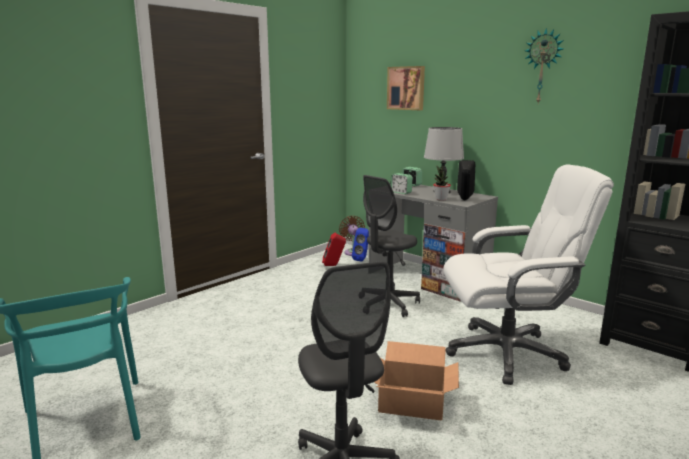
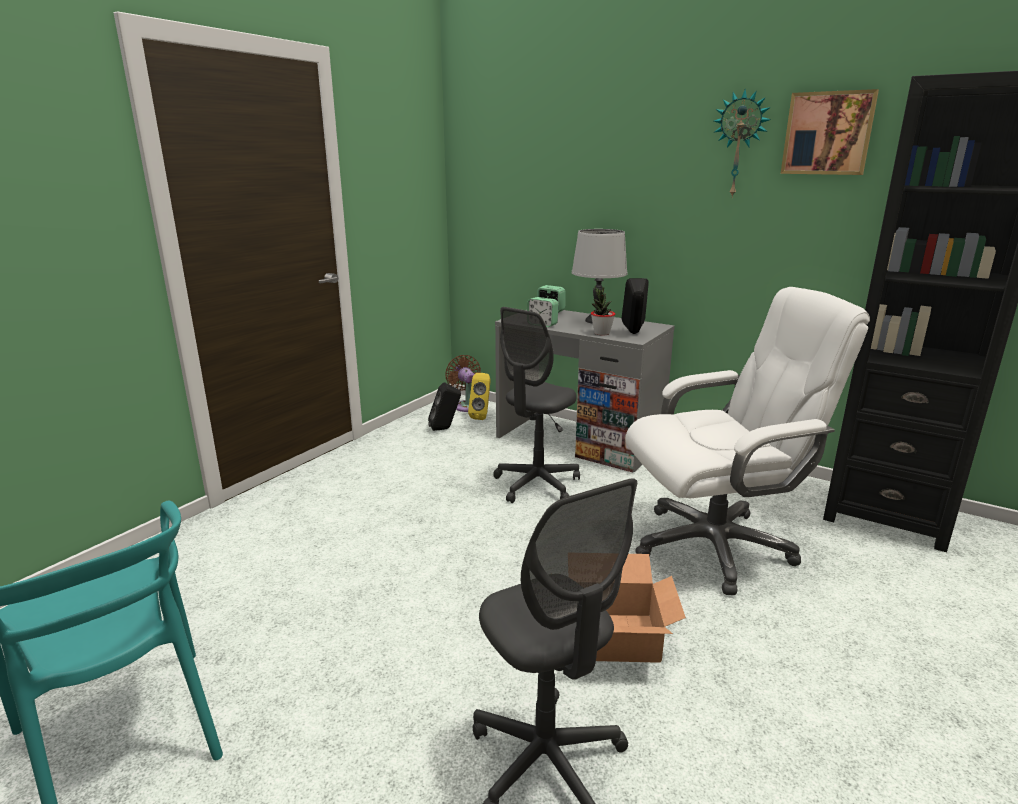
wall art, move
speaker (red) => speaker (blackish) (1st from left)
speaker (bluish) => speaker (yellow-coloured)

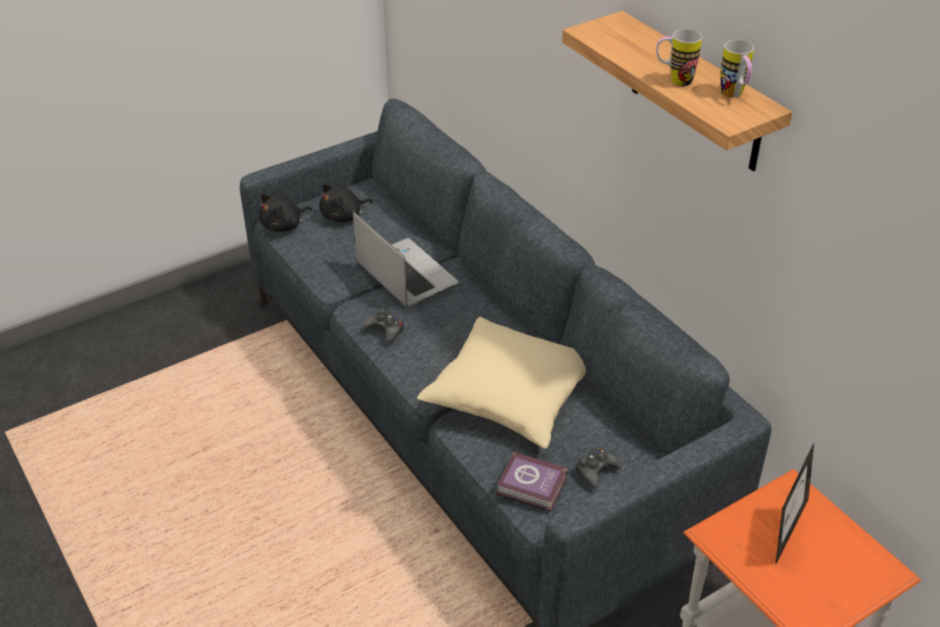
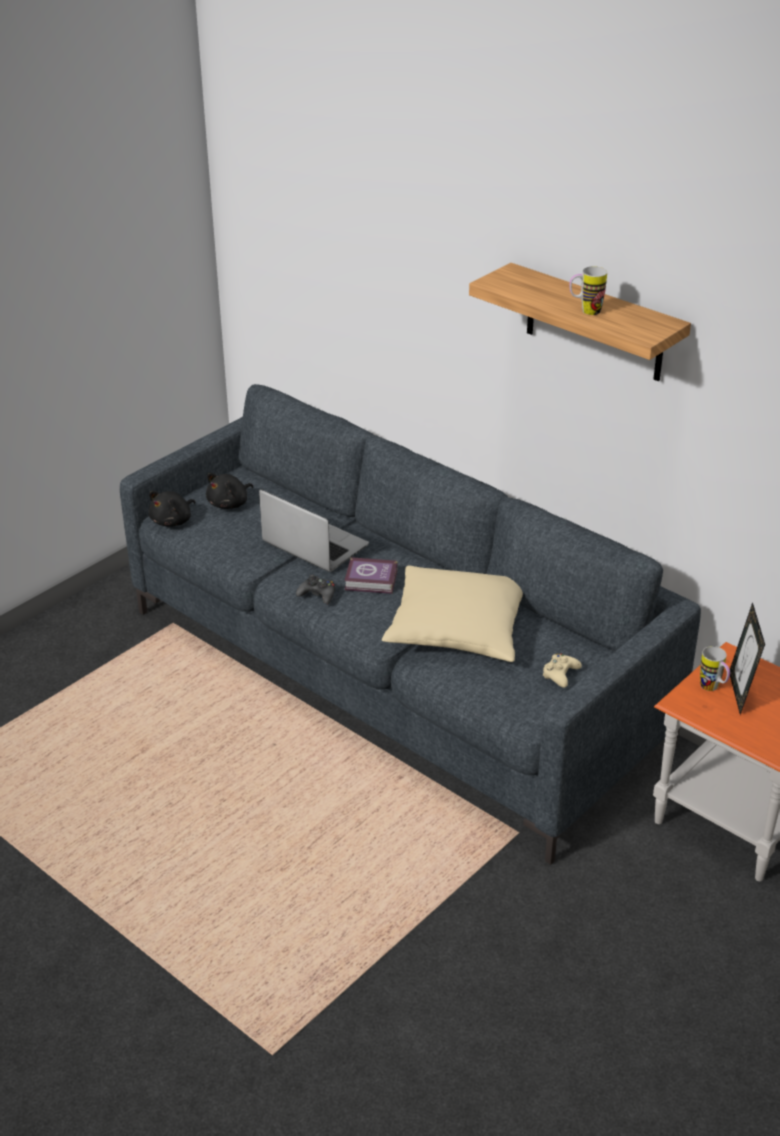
book, move
coffee mug (2nd from left), move
gamepad (blackish) (2nd from left) => gamepad (sand-coloured)

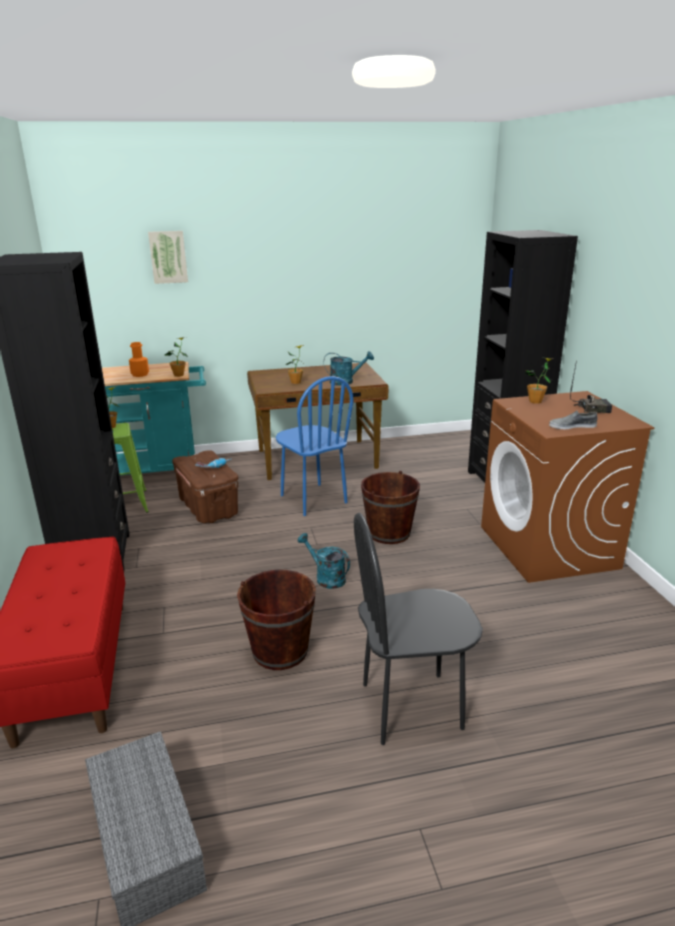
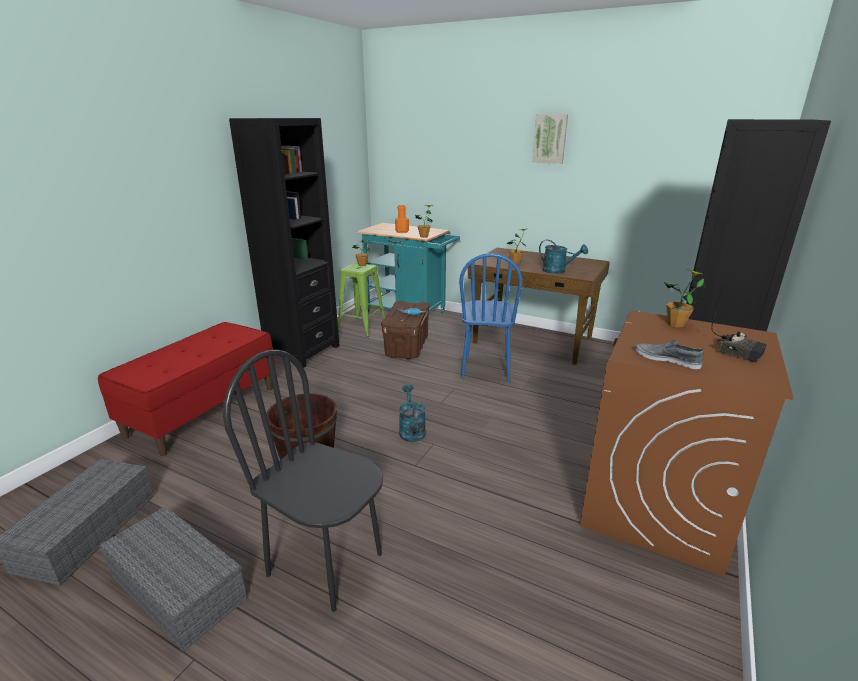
pail (brownish) (2nd from left) => nothing
nothing => storage container (greyish) (2nd from left)
wall art, move

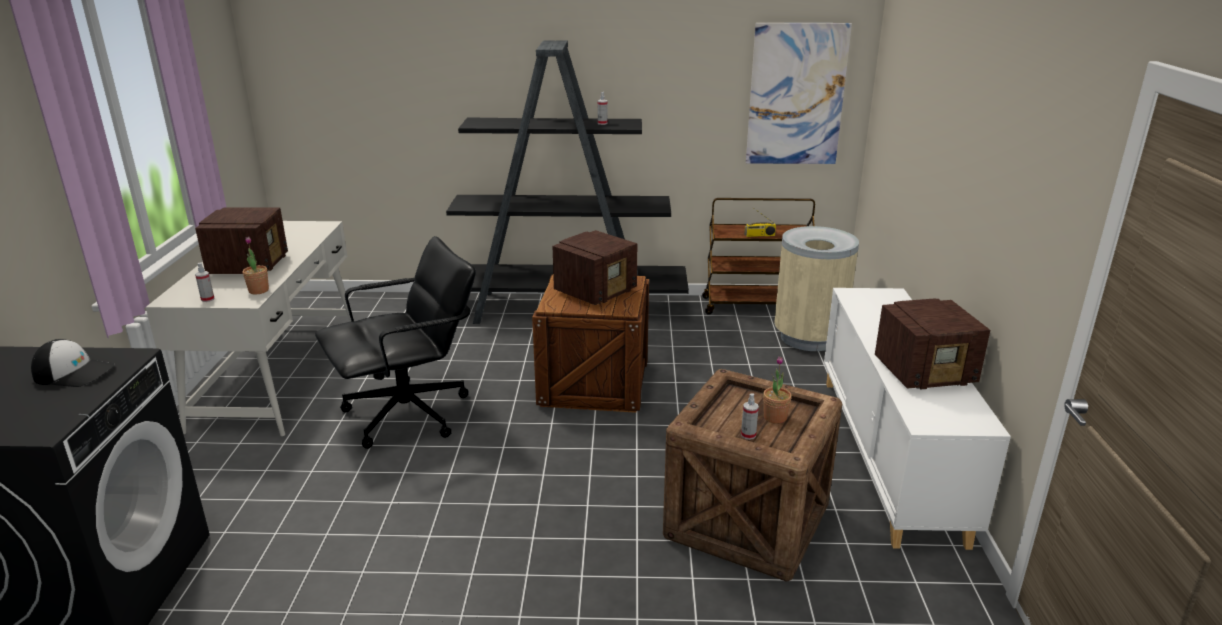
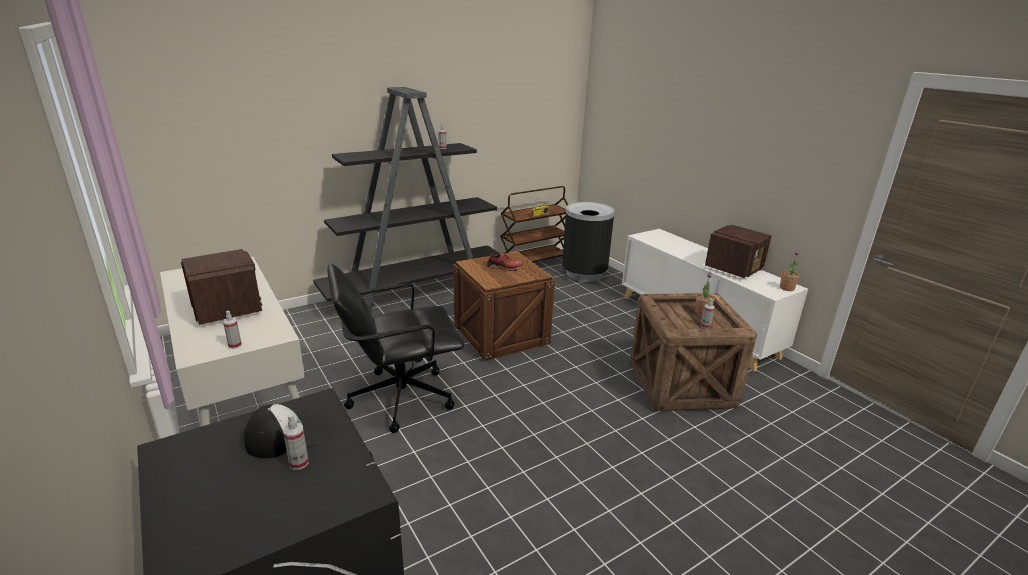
wall art => nothing
nothing => sprayer (2nd from left)
houseplant (1st from left in the first image) => houseplant (2nd from left), move
radio (2nd from left) => item of footwear (red)
waste bin (sand-coloured) => waste bin (blackish)
office chair (blackish), 135 degrees counterclockwise

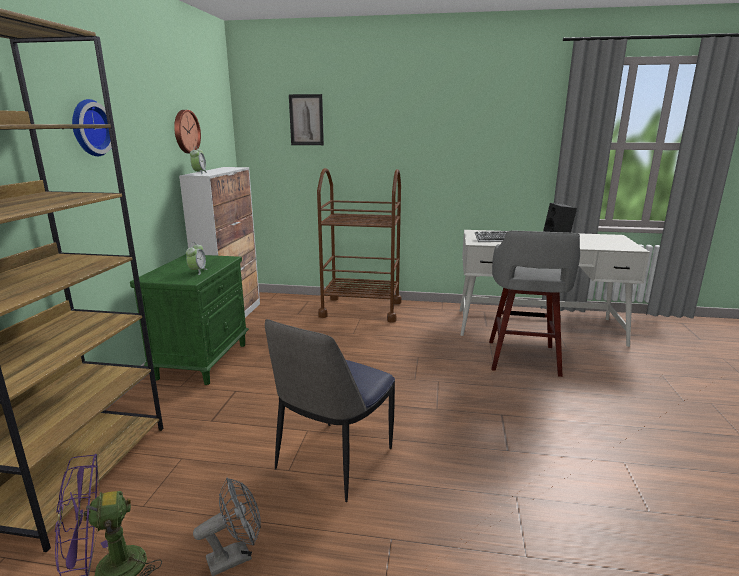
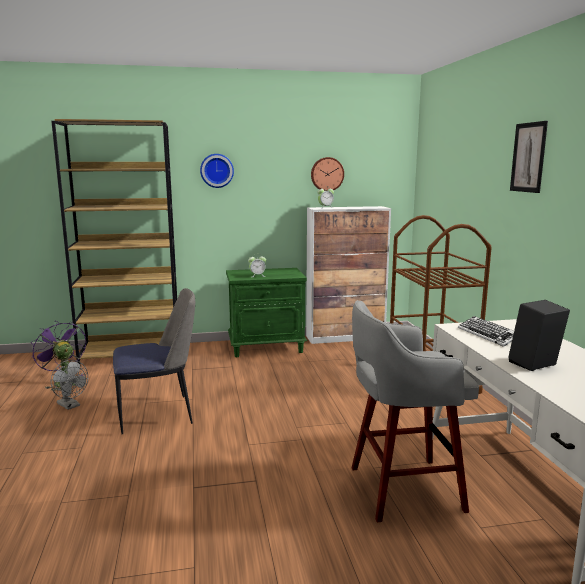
wall art, move
upright chair, 150 degrees clockwise

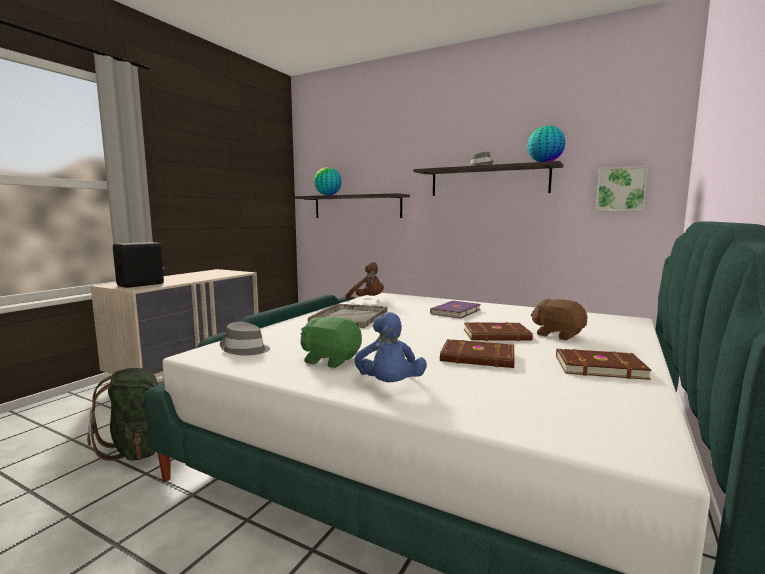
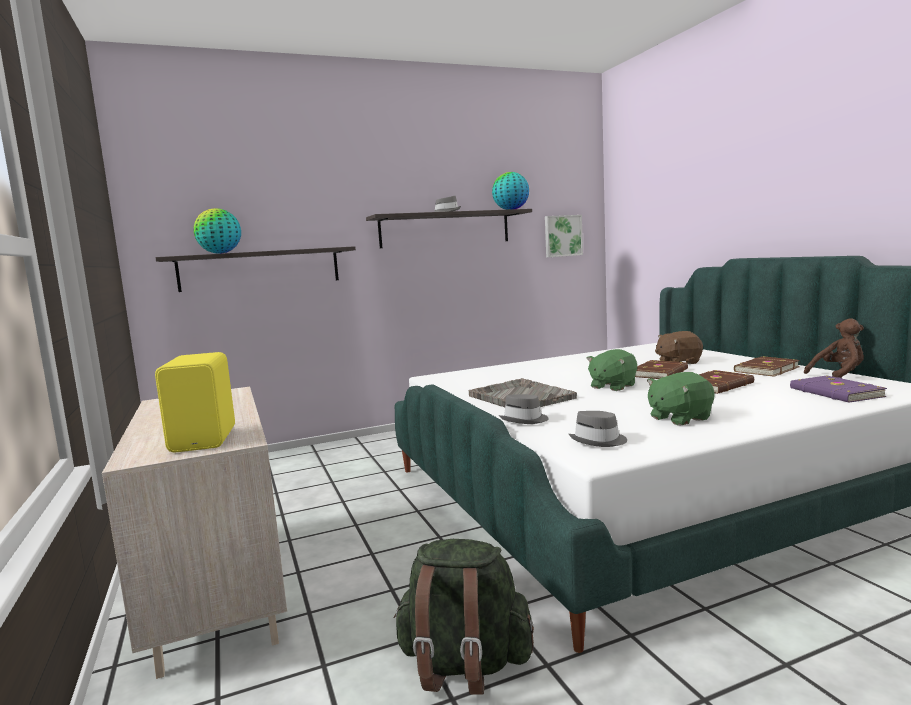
cuddly toy (bluish) => nothing
nothing => wearable hat (greyish) (2nd from left)
nothing => cuddly toy (green) (1st from left)
cuddly toy (brownish) (1st from left in the first image) => cuddly toy (brownish) (2nd from left), move
book (purplish), move
speaker (blackish) => speaker (yellow-coloured)

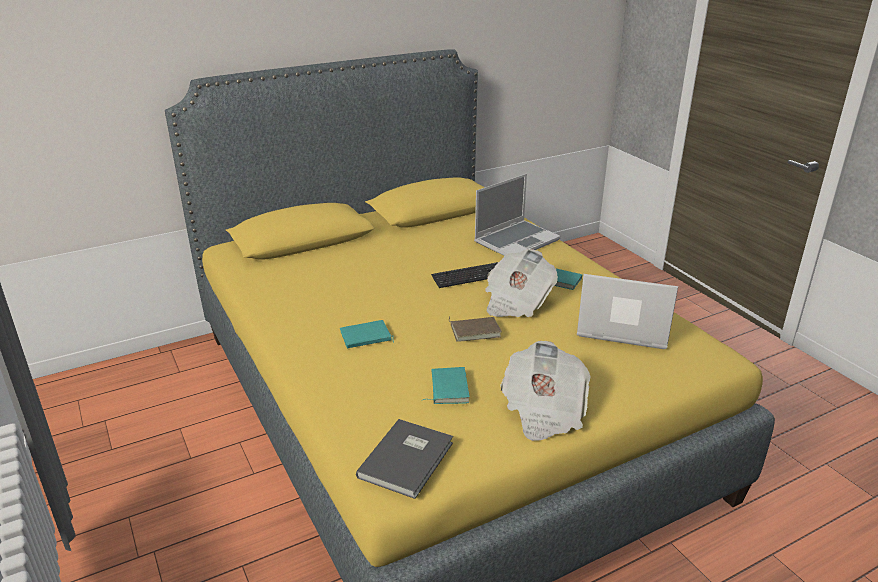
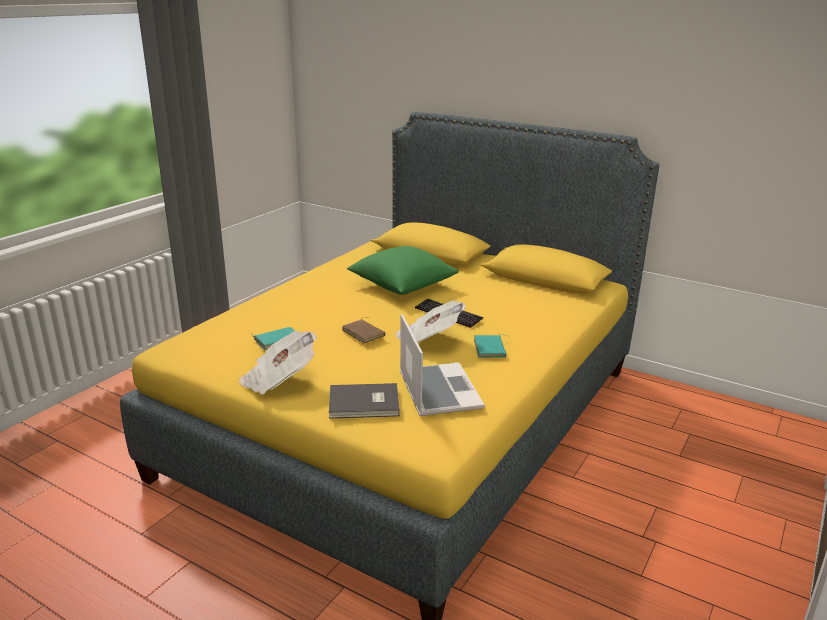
book (turquoise-coloured) (1st from left) => nothing
portable computer (1st from left) => nothing
nothing => throw pillow (green)
book (greyish), move

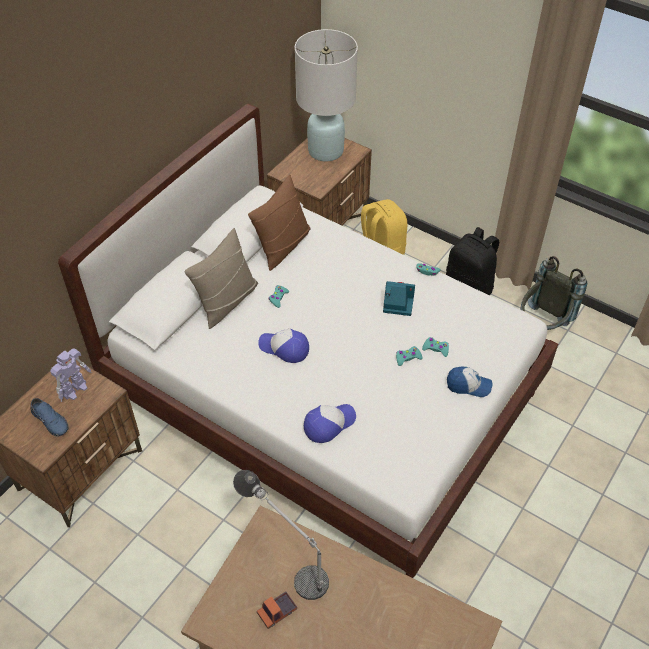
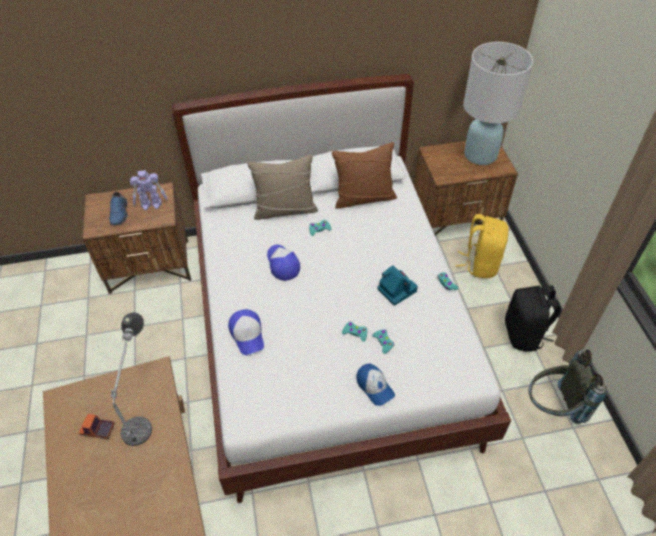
cap (2nd from left in the first image) => cap (1st from left), 60 degrees clockwise

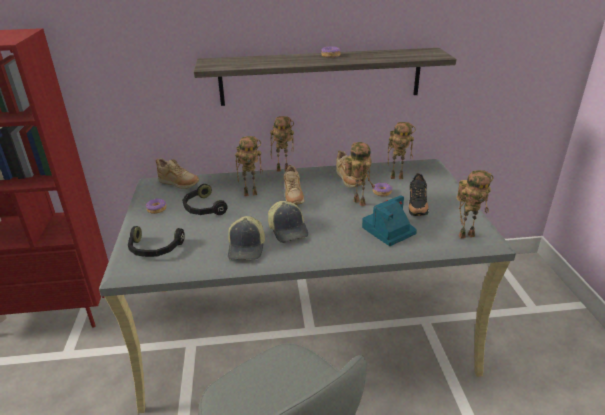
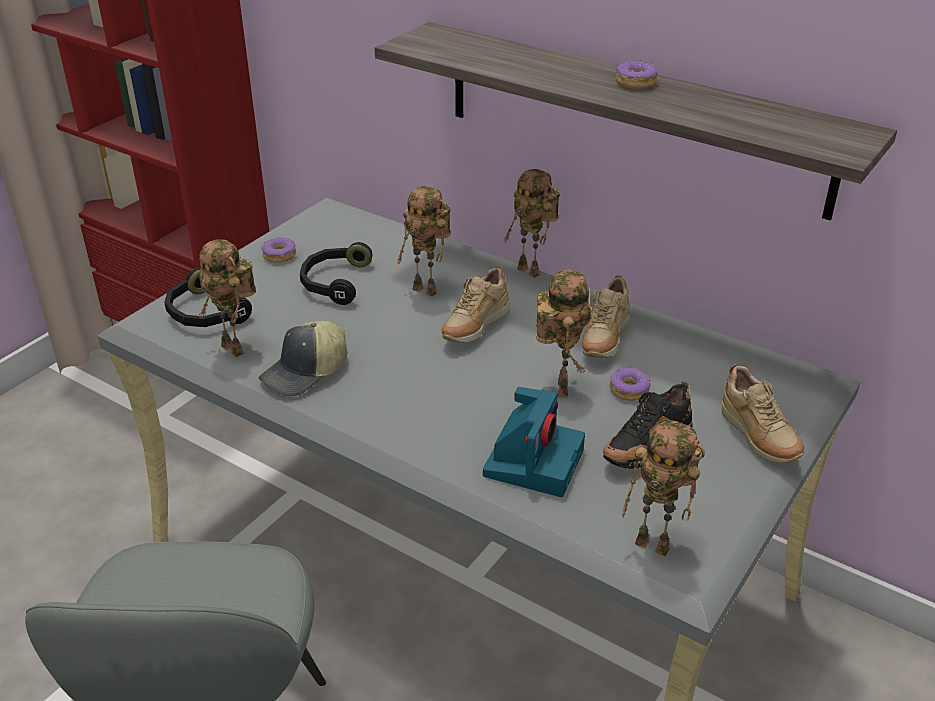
cap (2nd from left) => nothing
item of footwear (sand-coloured) (1st from left in the first image) => item of footwear (sand-coloured) (3rd from left), move
robot figure (4th from left in the first image) => robot figure (1st from left), move
photo camera, 105 degrees clockwise

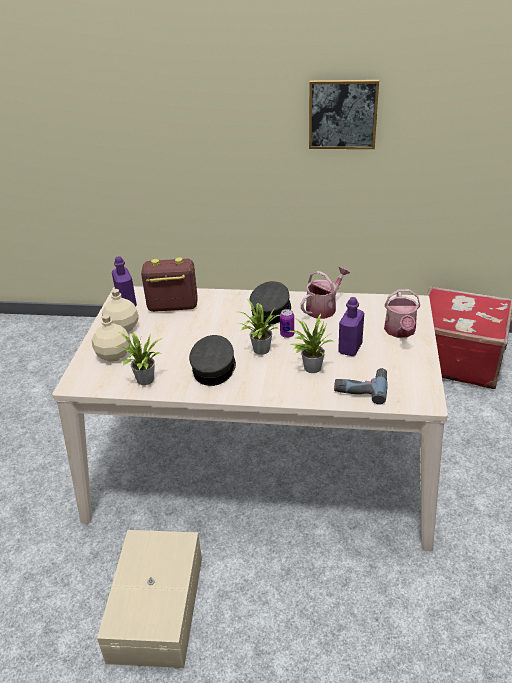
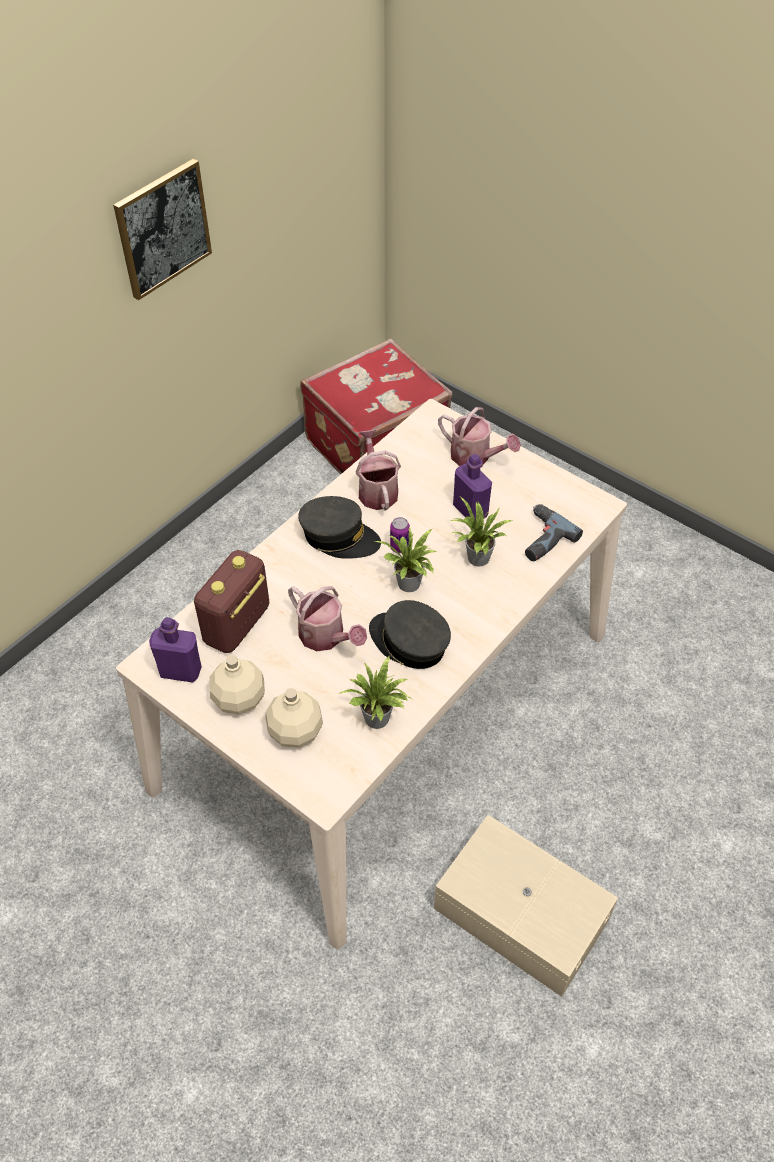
nothing => watering can (1st from left)
cap (greyish) (2nd from left in the first image) => cap (greyish) (1st from left), 150 degrees clockwise

